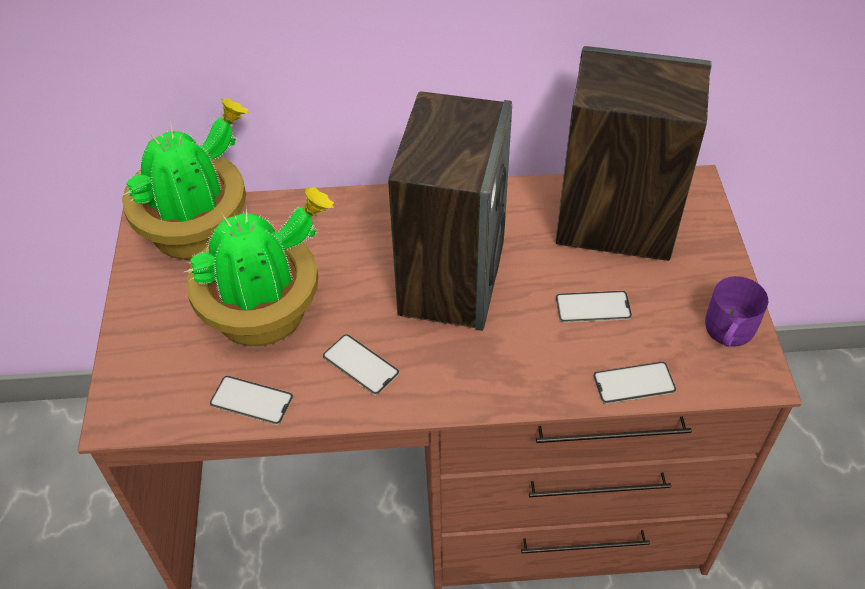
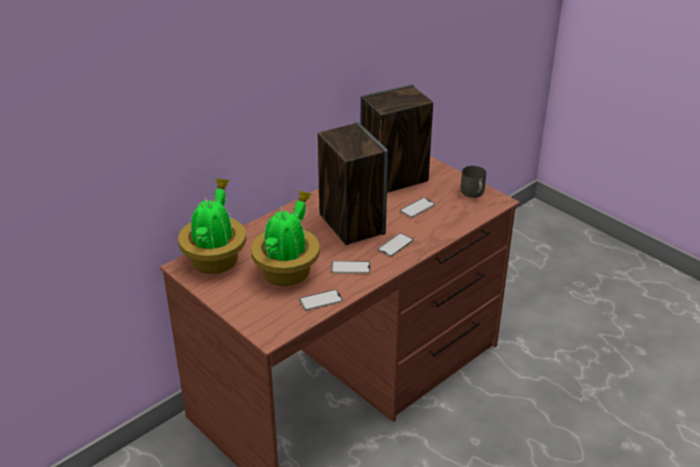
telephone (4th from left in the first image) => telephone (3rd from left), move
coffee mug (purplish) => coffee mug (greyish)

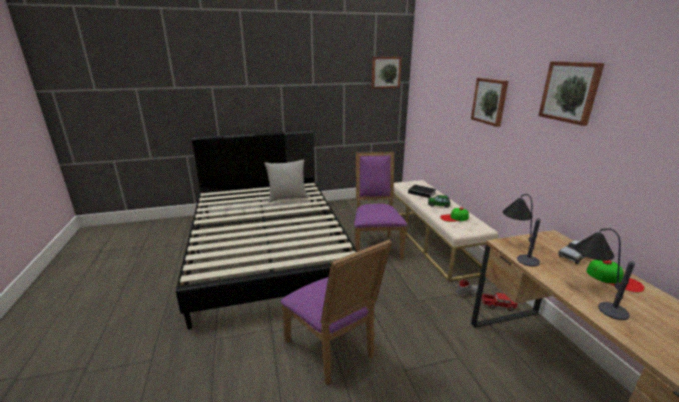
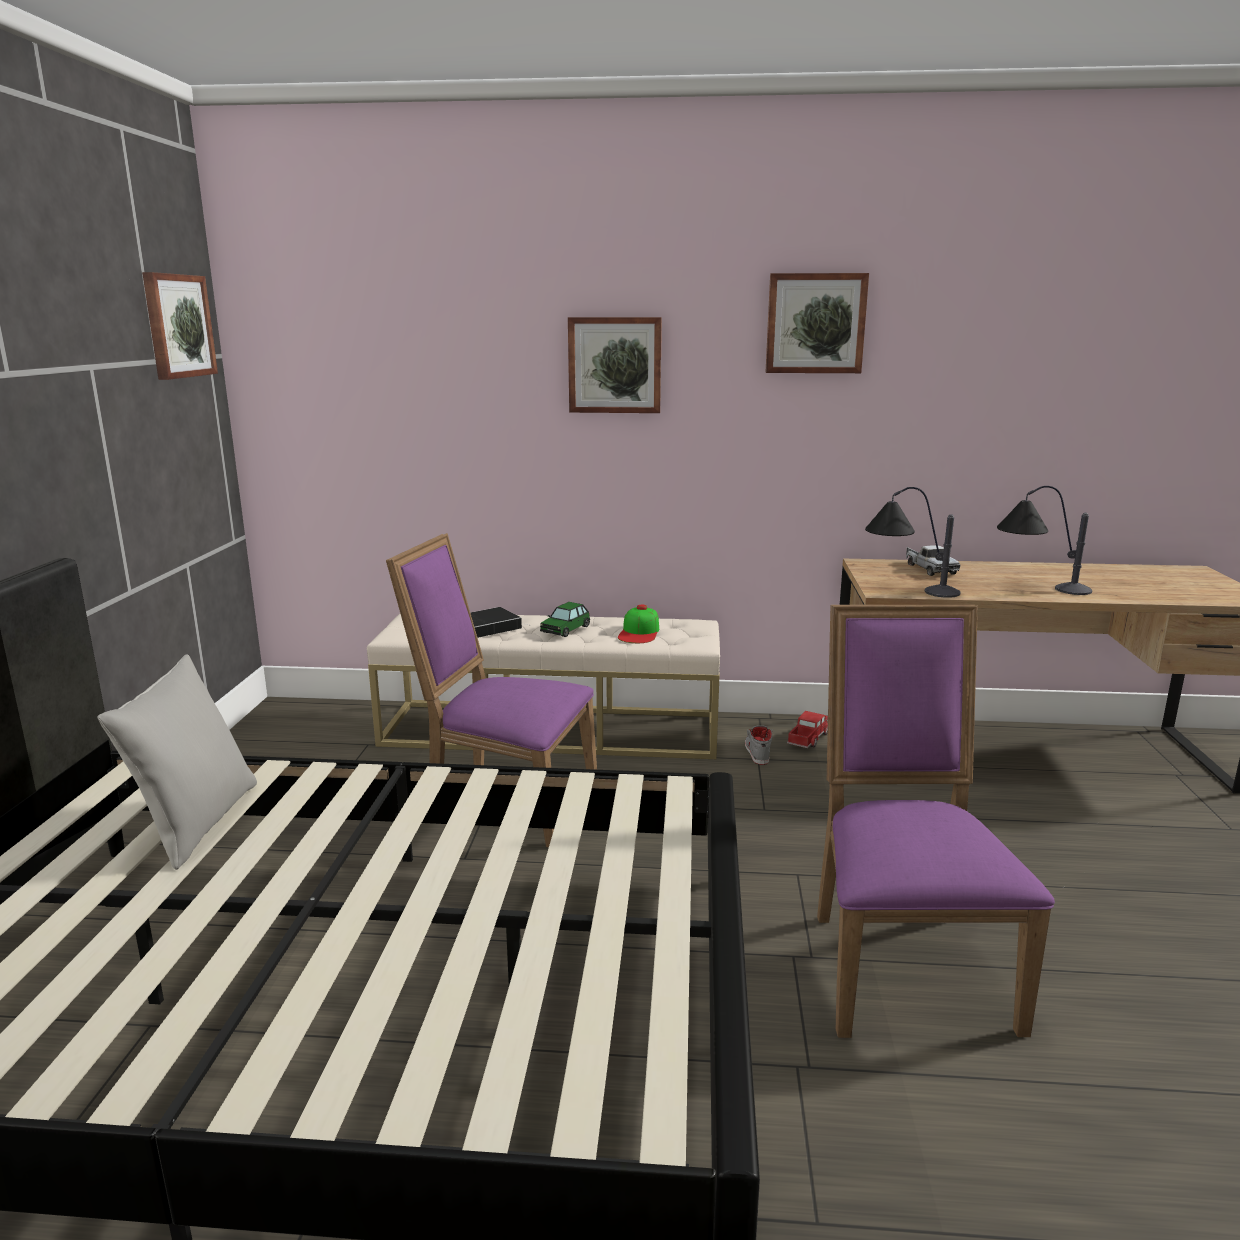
cap (2nd from left) => nothing
upright chair (purplish) (1st from left in the first image) => upright chair (purplish) (2nd from left), 75 degrees counterclockwise

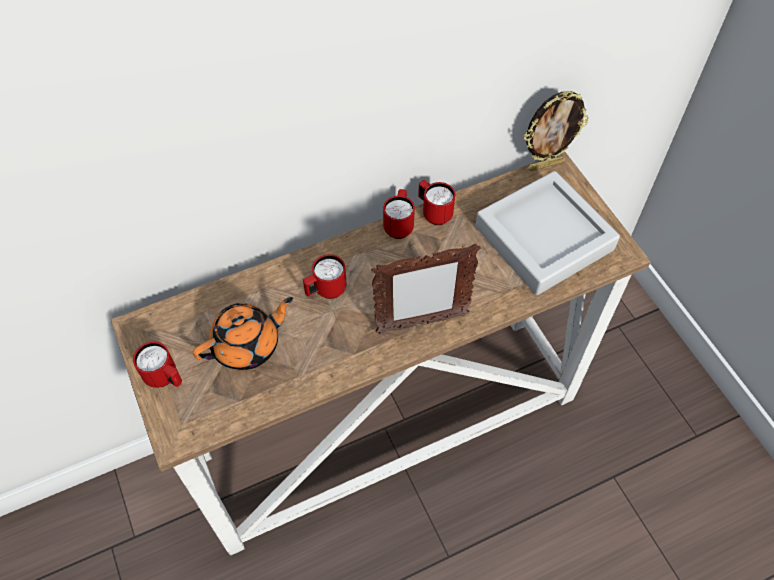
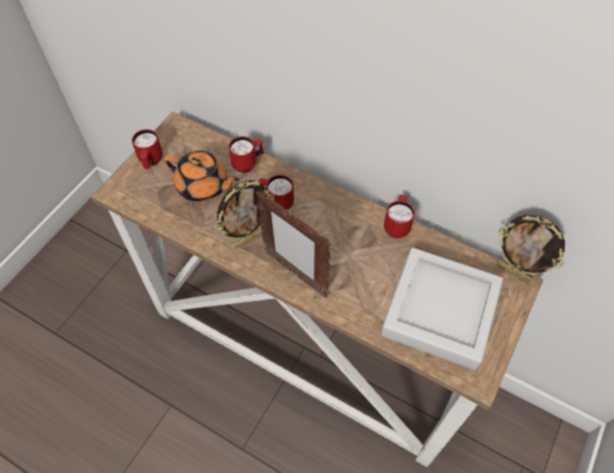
nothing => photo frame (1st from left)
coffee mug (red) (3rd from left in the first image) => coffee mug (red) (2nd from left), move

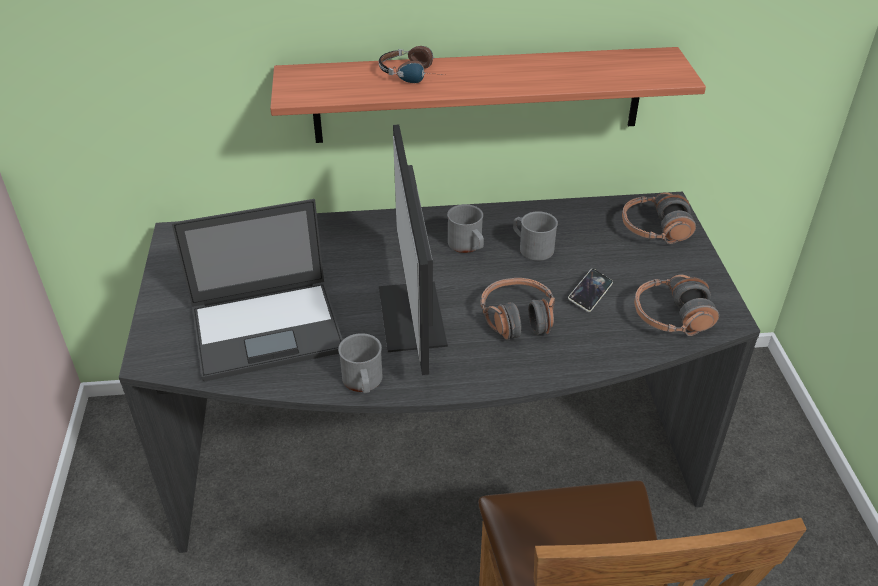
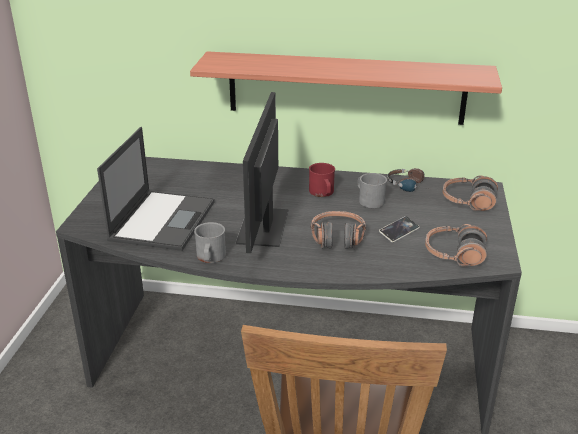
pair of headphones (1st from left in the first image) => pair of headphones (2nd from left), move
coffee mug (greyish) (2nd from left) => coffee mug (red)
portable computer, 75 degrees counterclockwise

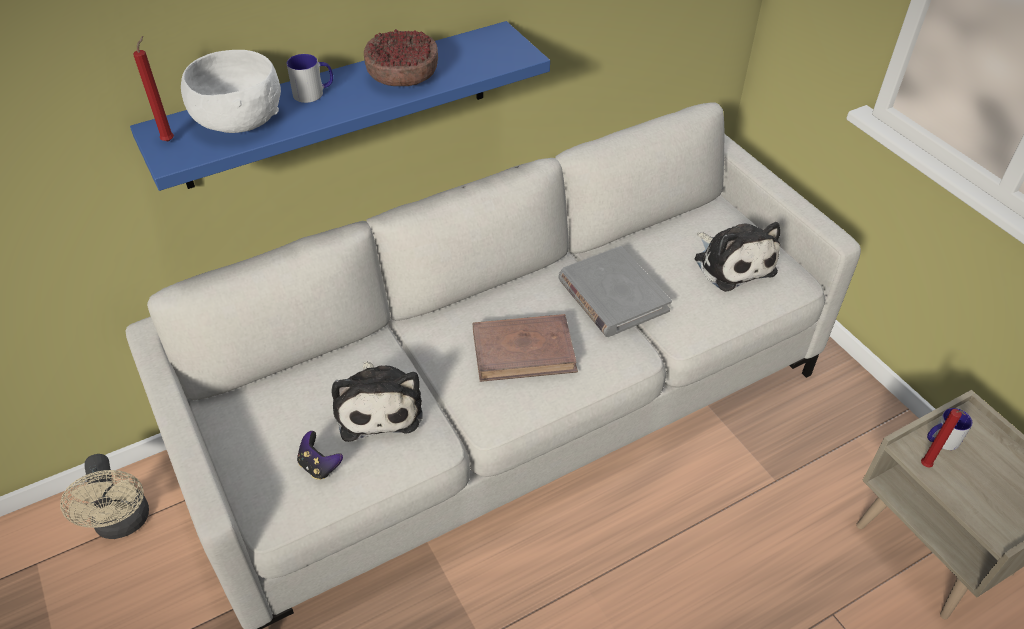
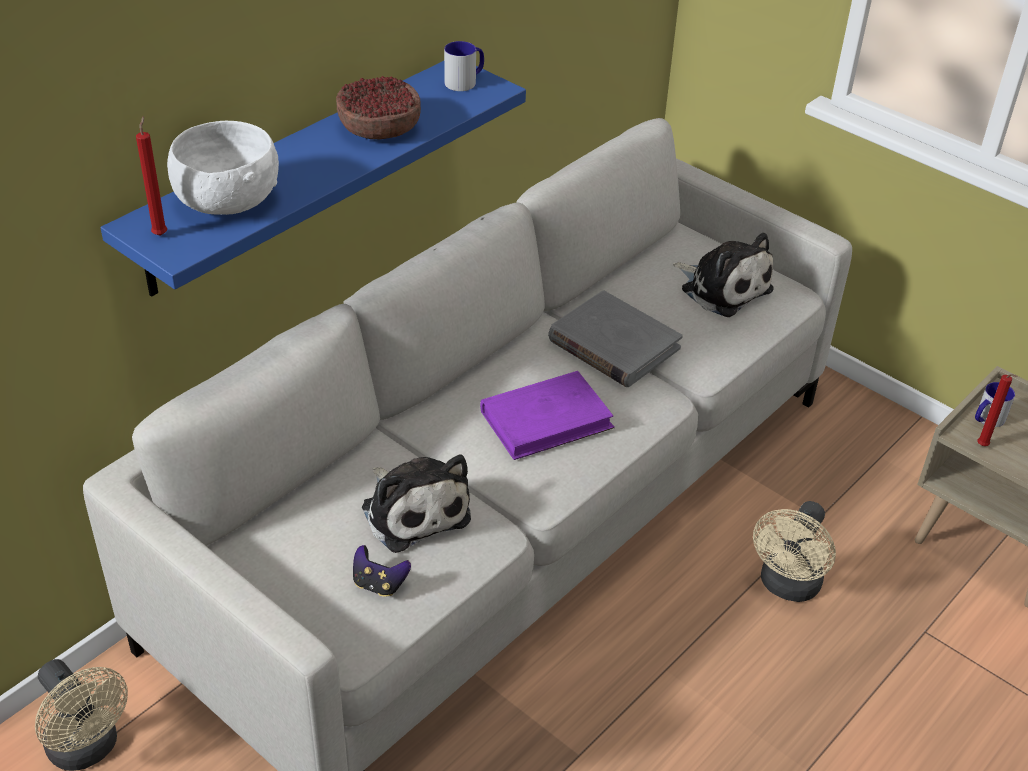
nothing => electric fan (sand-coloured) (2nd from left)
coffee mug (1st from left), move
book (brownish) => book (purplish)

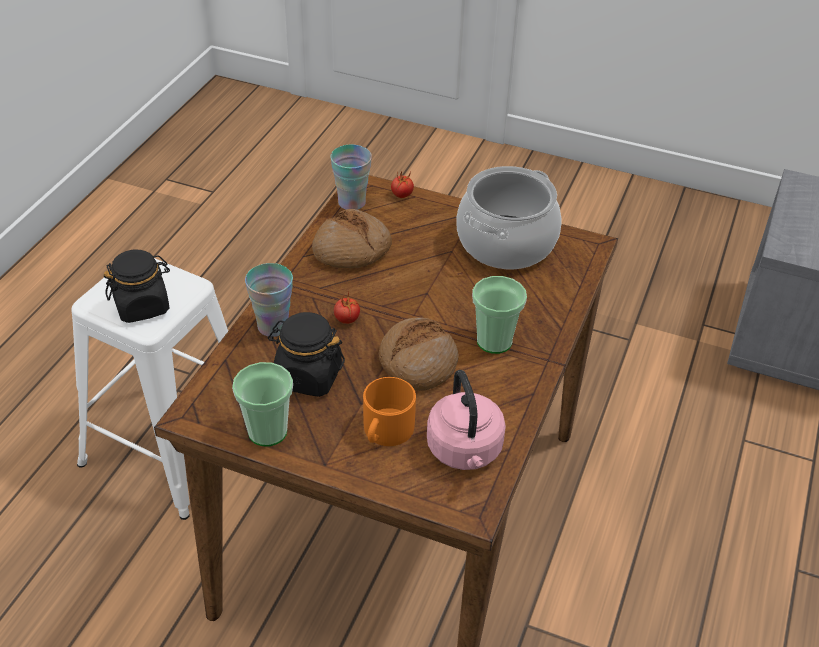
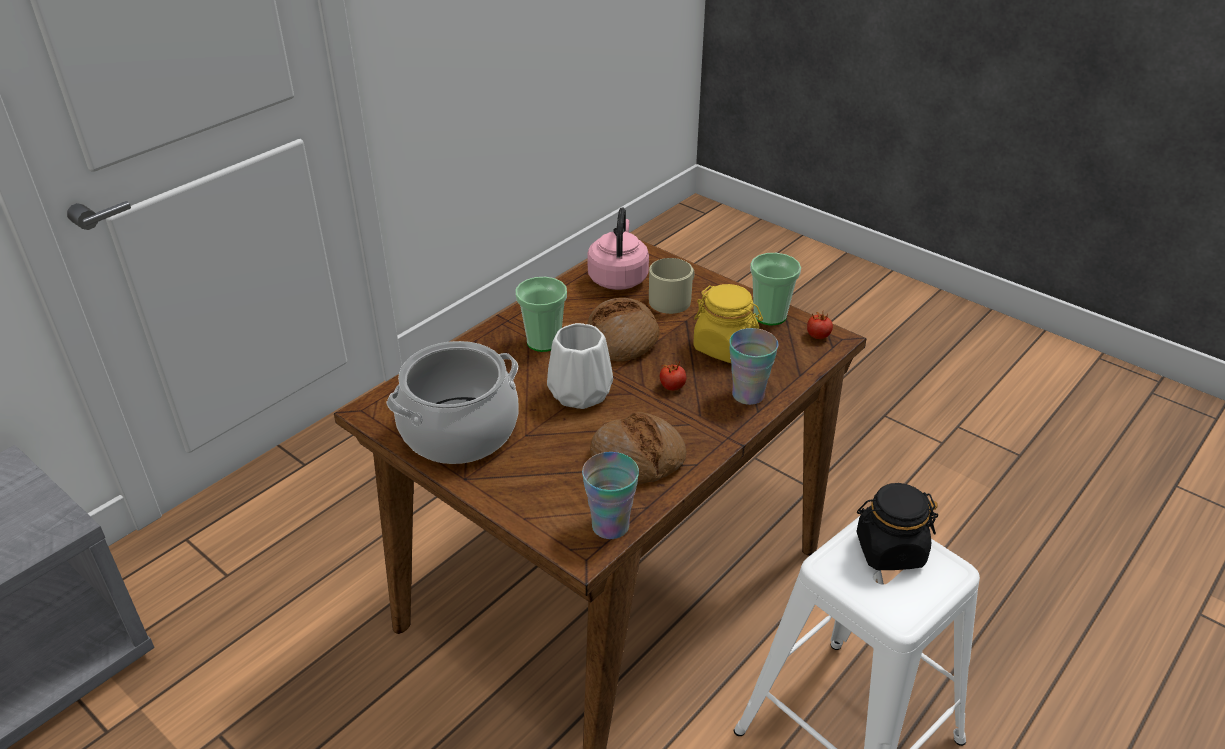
nothing => vase (white-coloured)
whole tomato (2nd from left), move
preserve jar (blackish) (2nd from left) => preserve jar (yellow-coloured)
coffee mug (orangey) => coffee mug (sand-coloured)

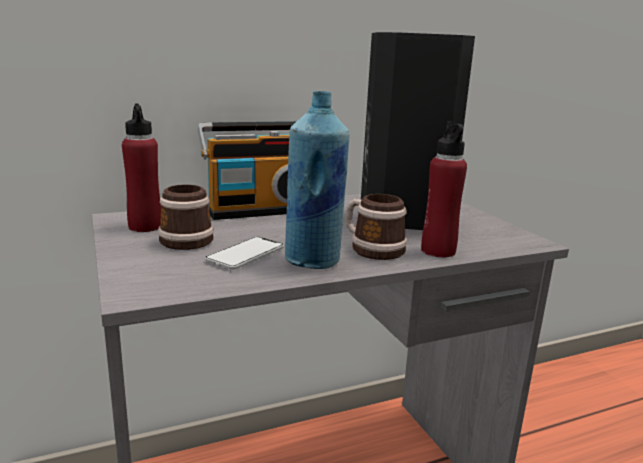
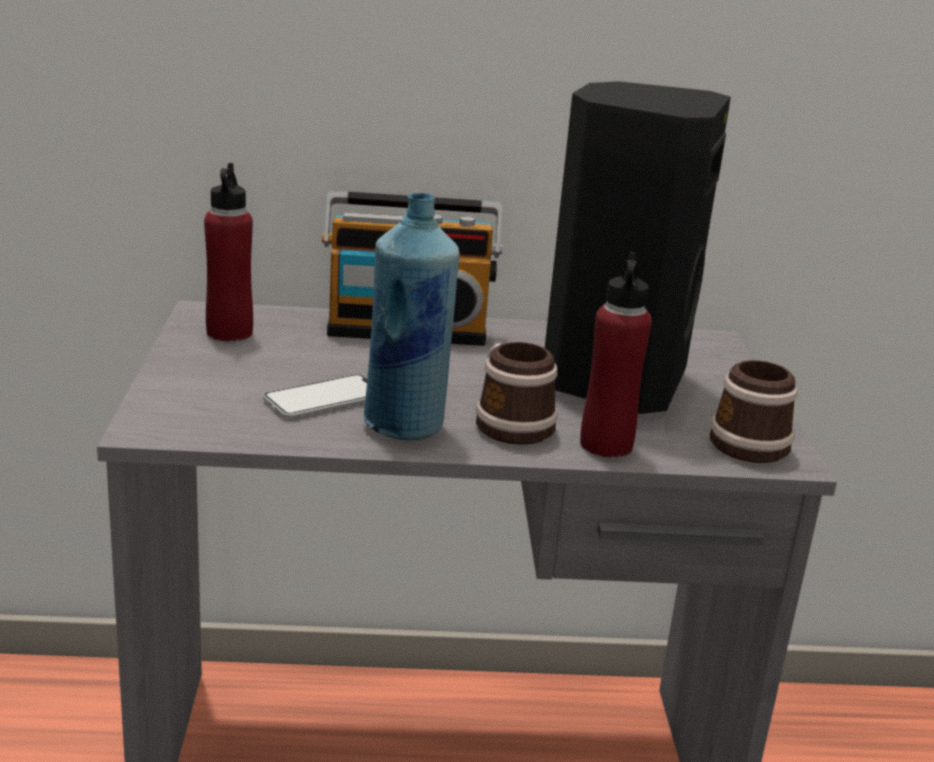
coffee mug (1st from left in the first image) => coffee mug (2nd from left), move

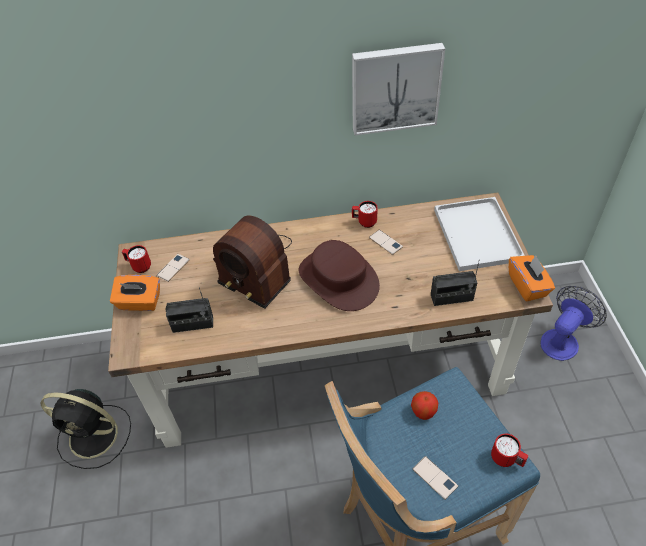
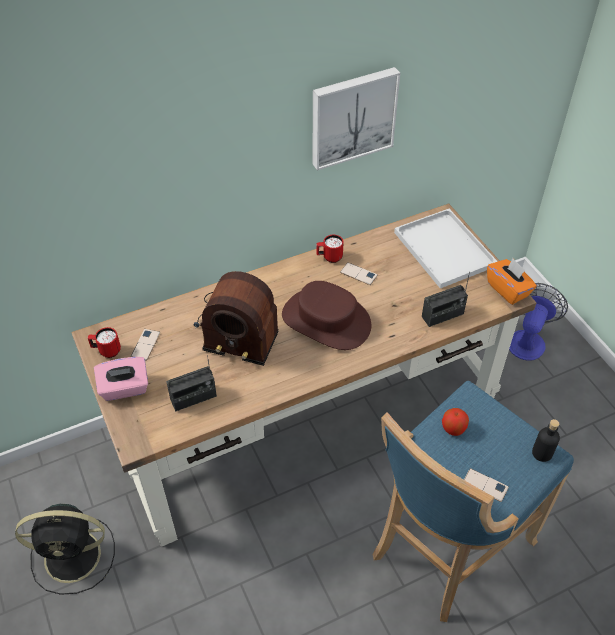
coffee mug (red) (3rd from left) => bottle (blackish)
tissue holder (orangey) (1st from left) => tissue holder (pinkish)

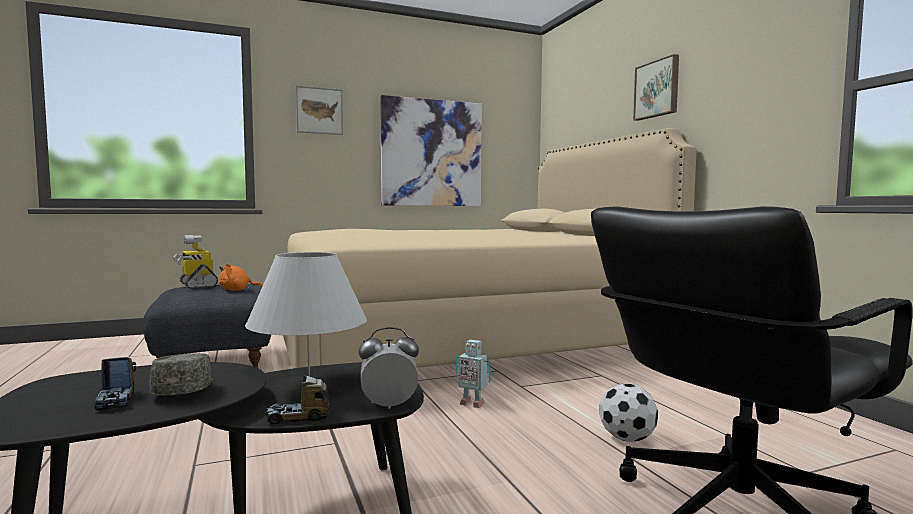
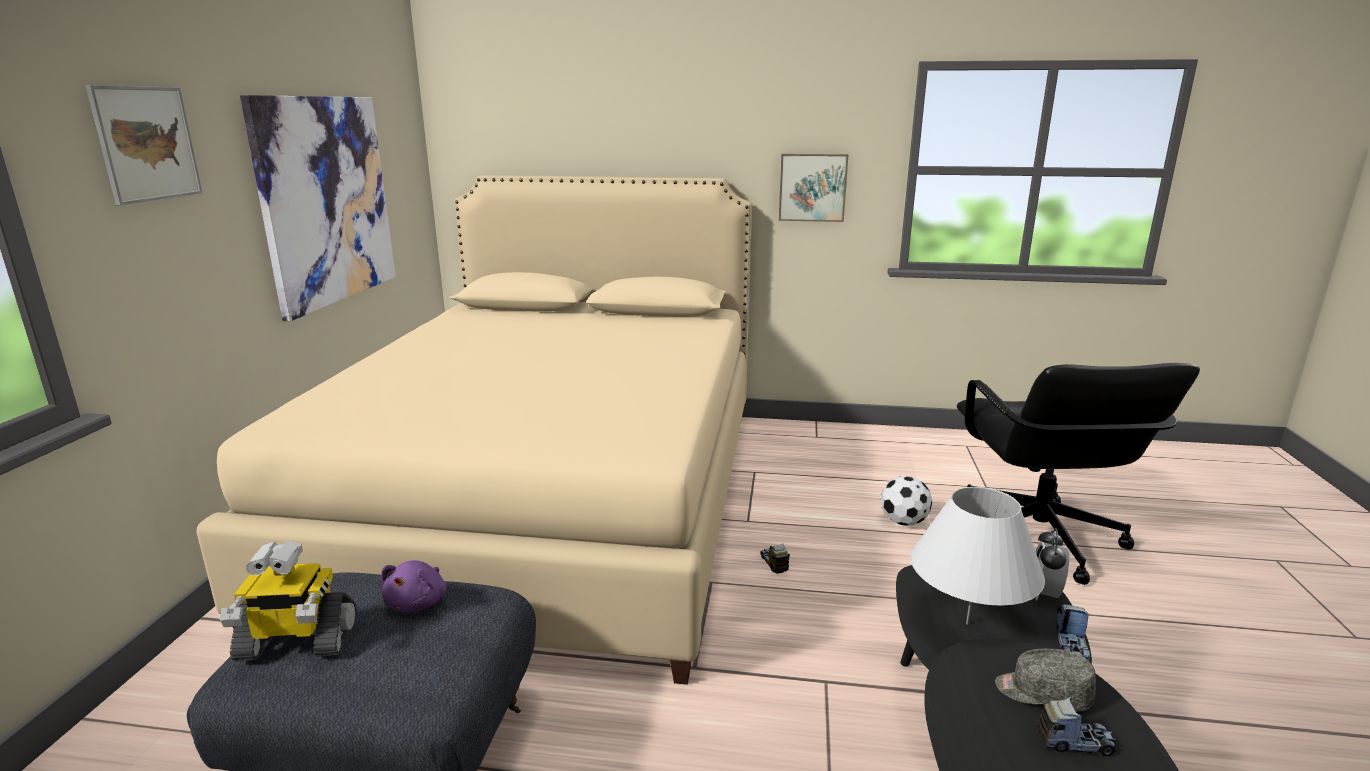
wall art (3rd from left), move
robot figure (2nd from left) => model truck (1st from left)
cuddly toy (orangey) => cuddly toy (purplish)

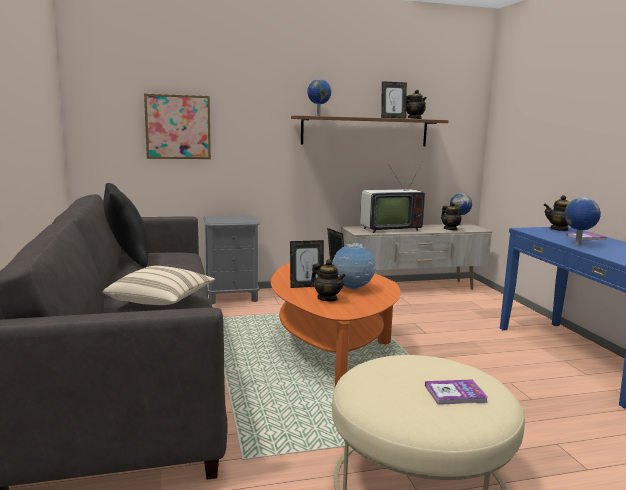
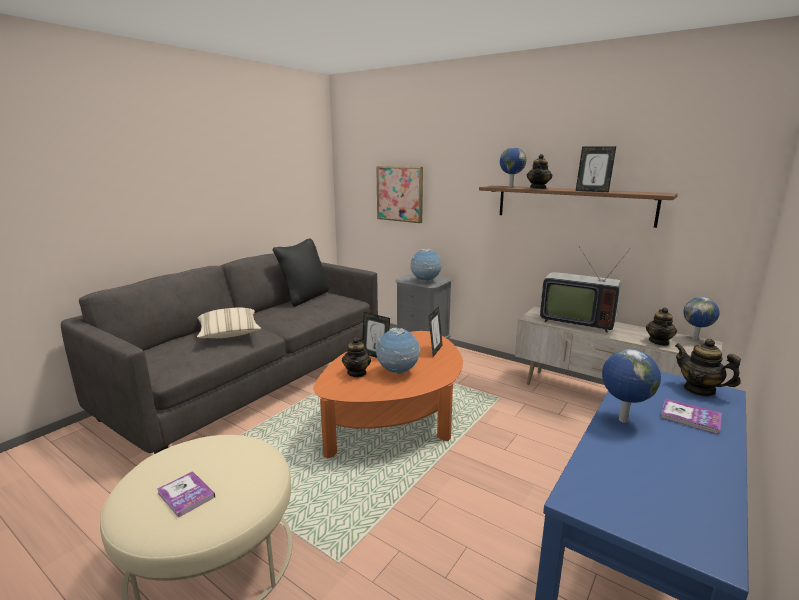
nothing => desk globe (2nd from left)
tea pot (2nd from left), move

